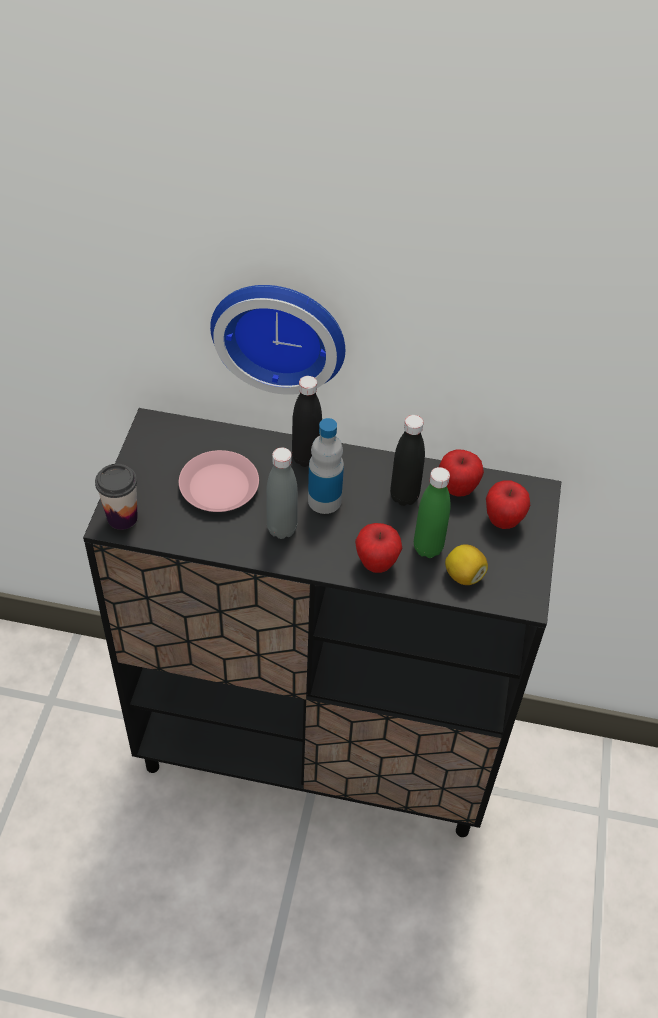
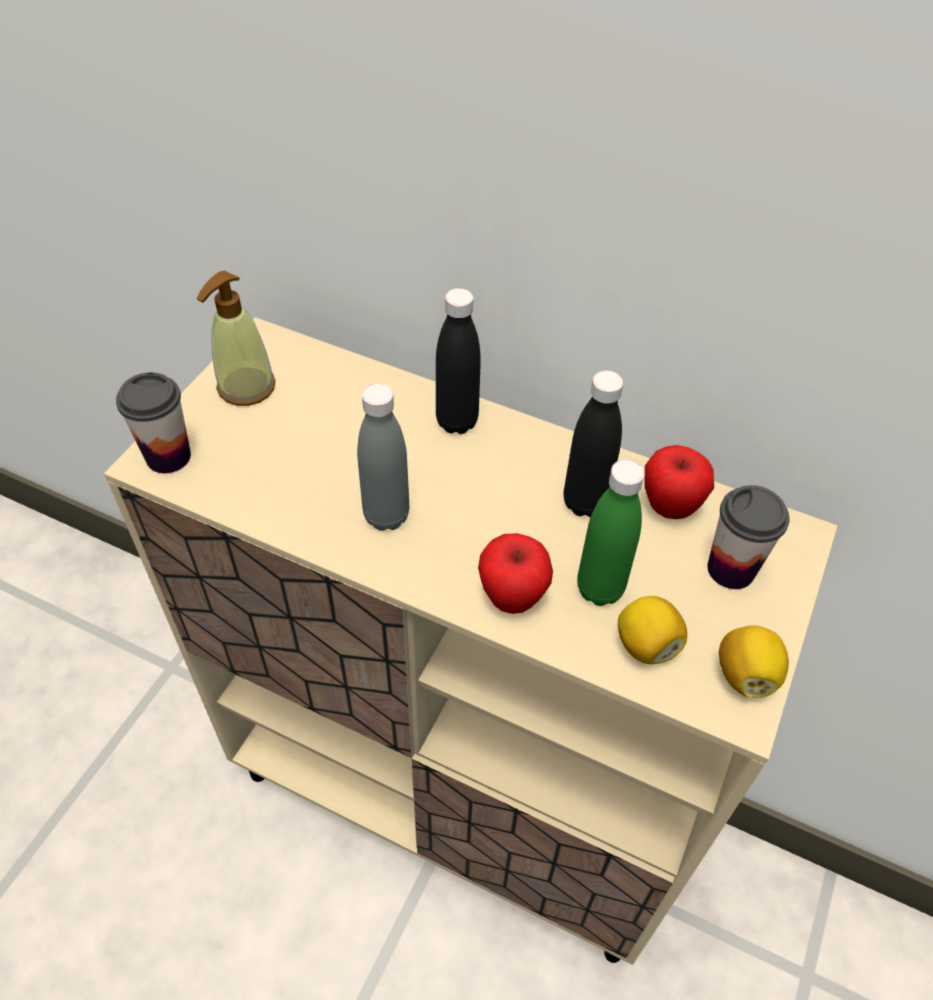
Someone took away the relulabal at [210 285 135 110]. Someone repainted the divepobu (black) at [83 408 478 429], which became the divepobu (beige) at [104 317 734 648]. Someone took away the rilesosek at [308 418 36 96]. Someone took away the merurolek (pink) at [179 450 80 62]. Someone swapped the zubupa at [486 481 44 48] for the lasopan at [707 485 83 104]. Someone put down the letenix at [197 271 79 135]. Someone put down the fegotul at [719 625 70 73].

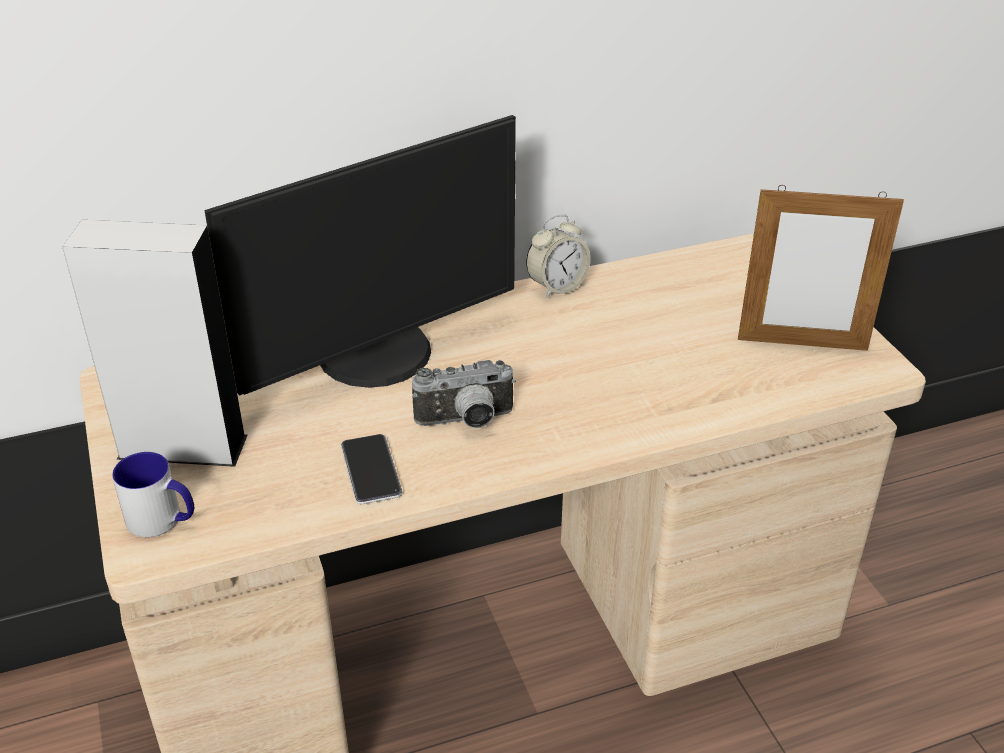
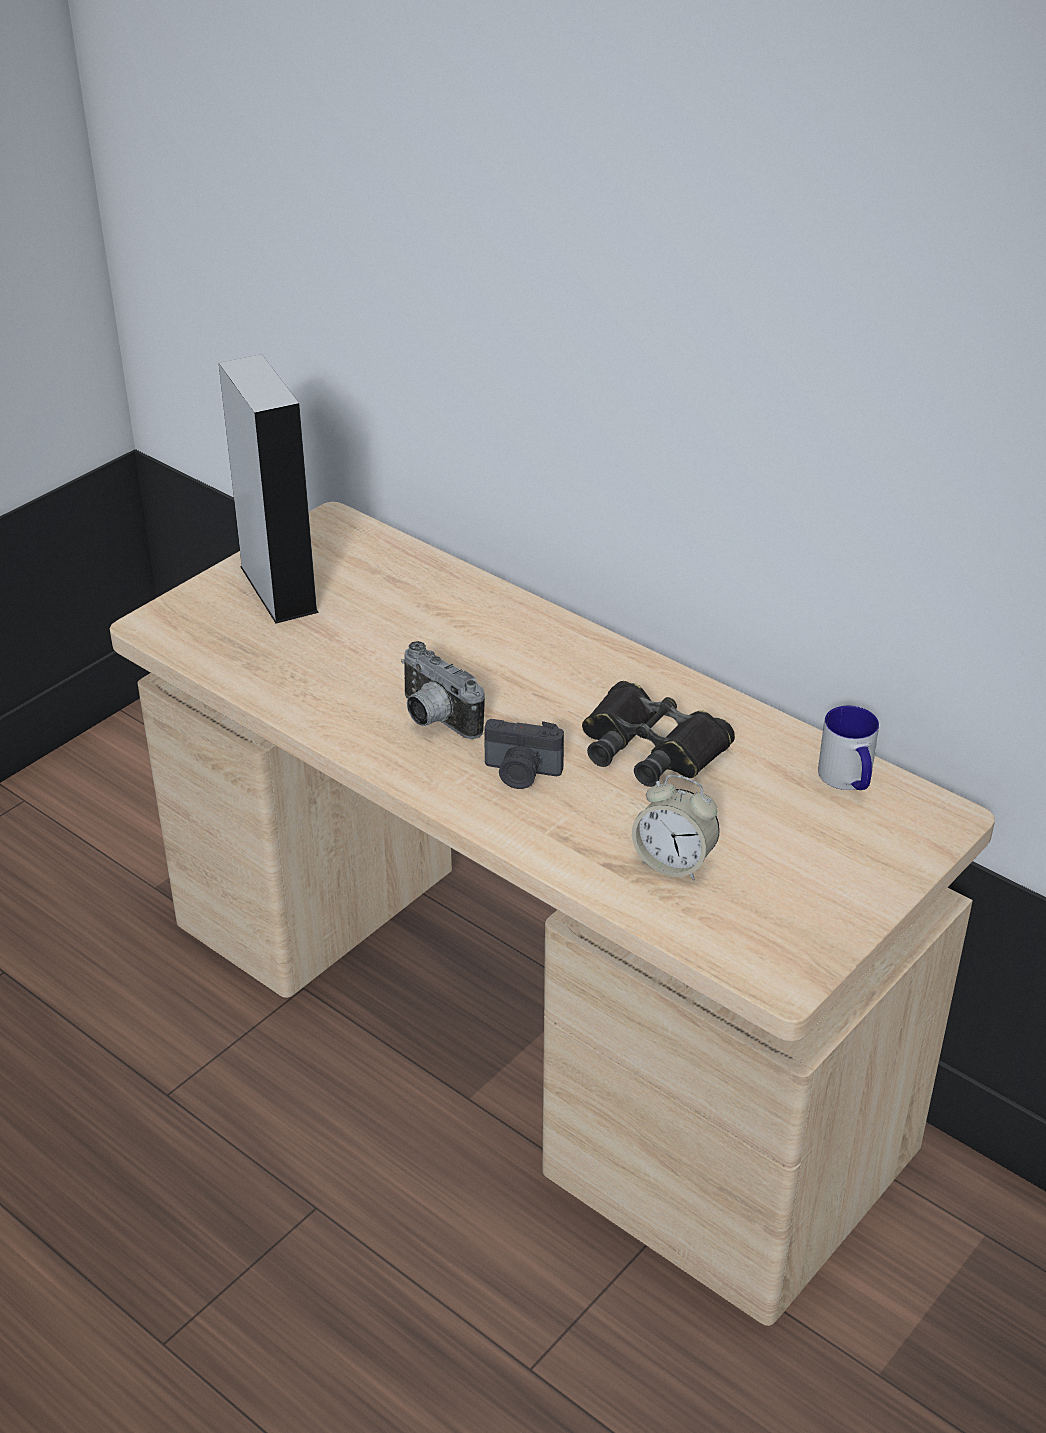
Someone took away the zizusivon at [205 115 311 280]. Someone took away the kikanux at [738 185 166 166]. Someone carried the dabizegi from [526 215 65 83] to [632 775 88 105]. Someone took away the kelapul at [341 434 61 70]. Someone carried the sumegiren from [112 452 82 85] to [818 706 61 84]. Someone put down the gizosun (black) at [582 681 153 106]. Someone put down the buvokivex at [484 719 80 70].

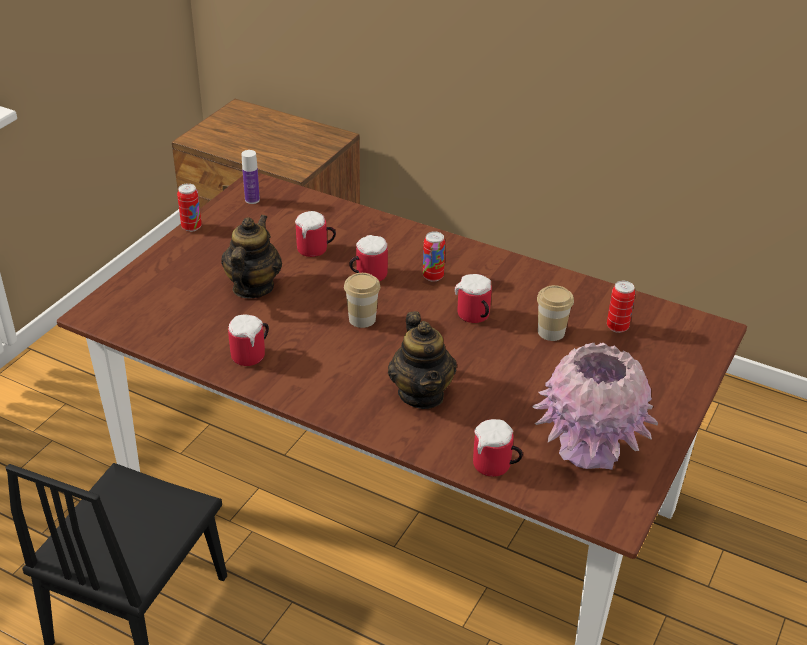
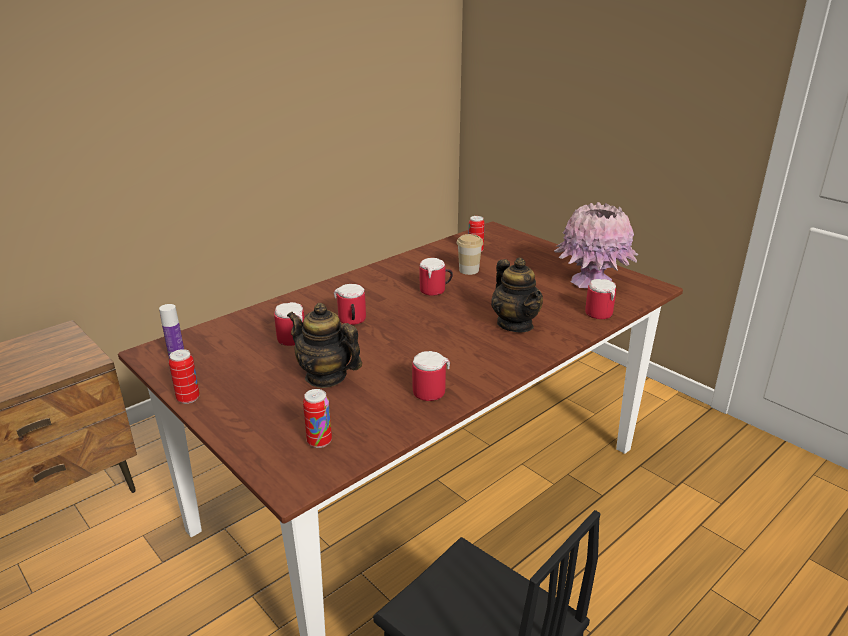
Someone carried the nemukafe from [423 231 22 51] to [303 389 29 59]. Someone took away the lasopan at [344 273 36 55]. Someone rotated the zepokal at [388 311 69 98] by 60 degrees clockwise.

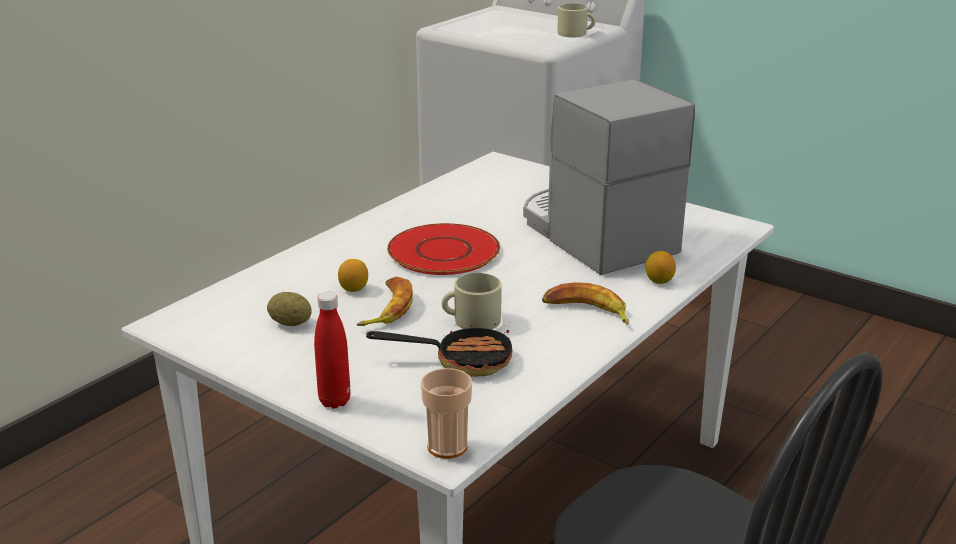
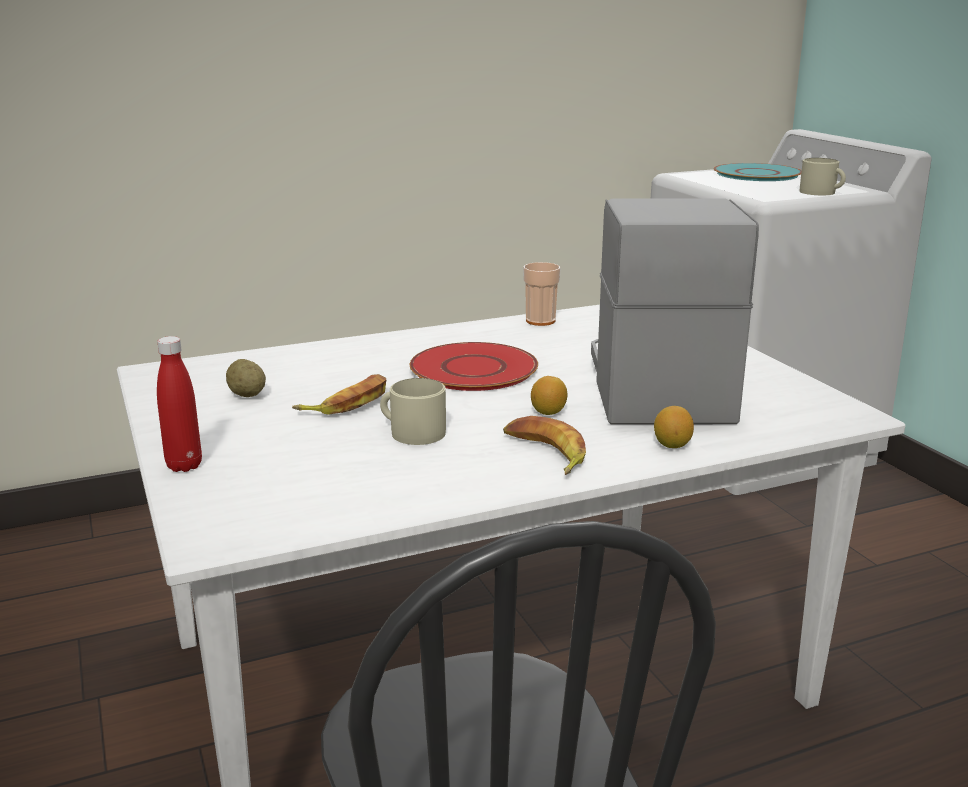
Someone carried the fegotul from [338 259 30 33] to [531 376 36 39]. Someone took away the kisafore at [366 323 147 54]. Someone carried the lasopan from [421 368 51 91] to [523 262 38 64]. Someone put down the merurolek (turquoise) at [713 163 89 18].

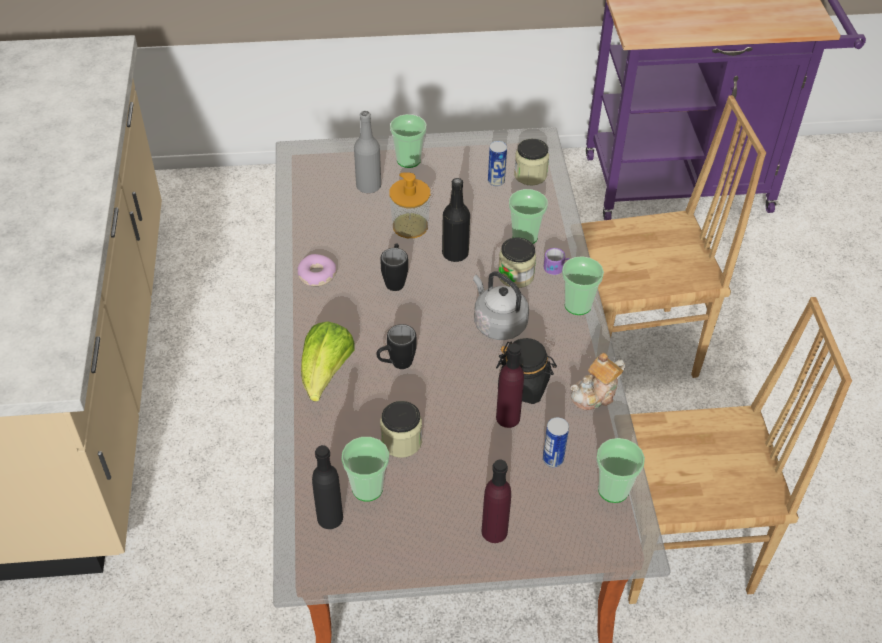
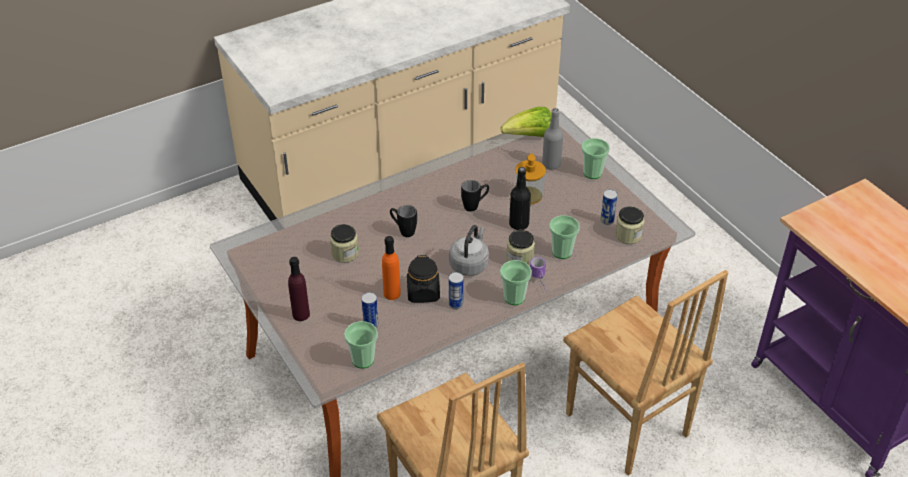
Someone took away the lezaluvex at [297 254 40 33]. Someone carried the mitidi from [301 321 54 81] to [501 107 51 30]. Someone repainted the rilesosek (purple) at [496 343 28 85], which became the rilesosek (orange) at [382 236 19 64]. Someone took away the zepokal at [570 353 55 57]. Someone took away the lasopan at [341 437 48 65]. Someone took away the rilesosek (black) at [312 445 31 84]. Someone put down the nemukafe at [449 272 15 37].

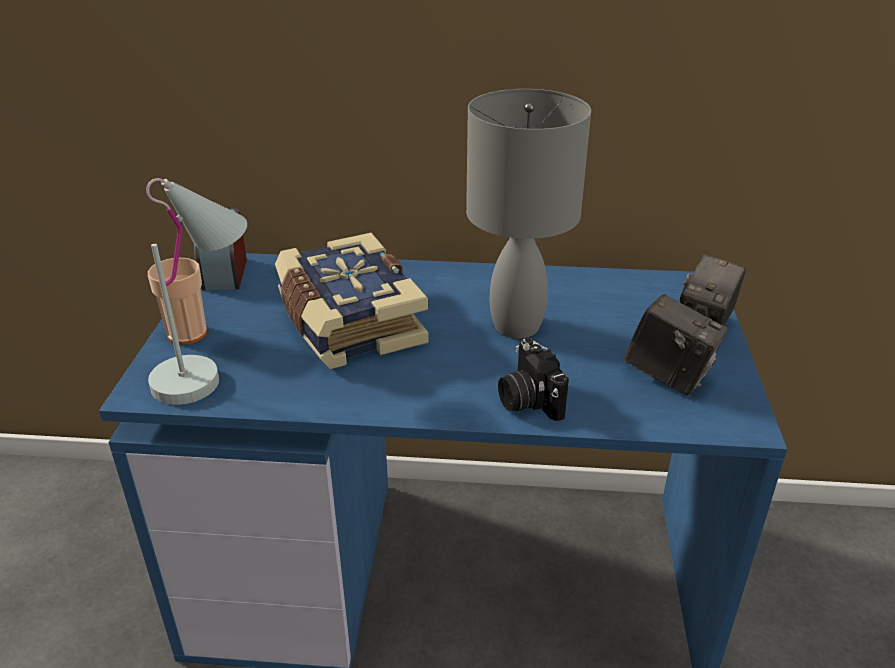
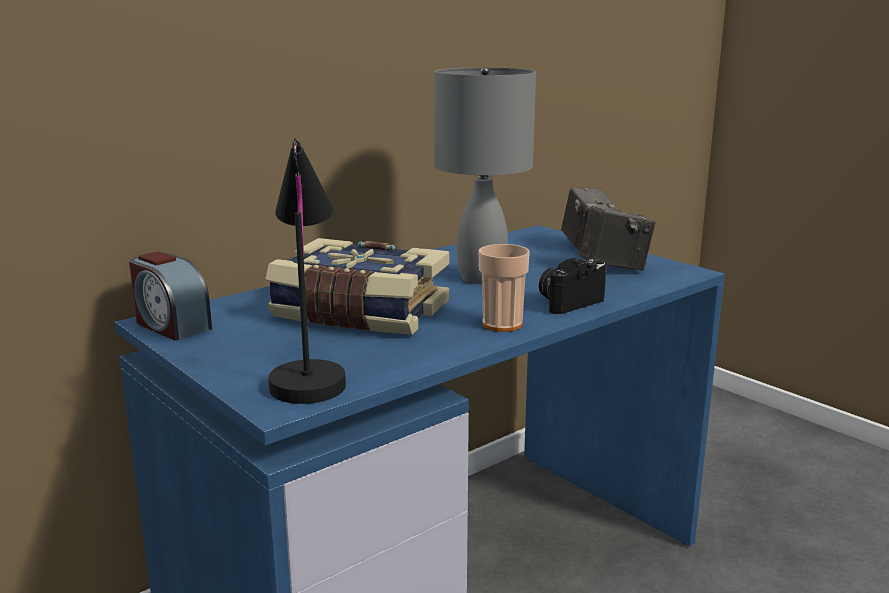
Someone repainted the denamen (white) at [146 178 101 227], which became the denamen (black) at [269 138 77 266]. Someone carried the lasopan from [148 258 59 87] to [479 244 51 88]. Someone rotated the buvokivex at [498 337 71 84] by 120 degrees clockwise.

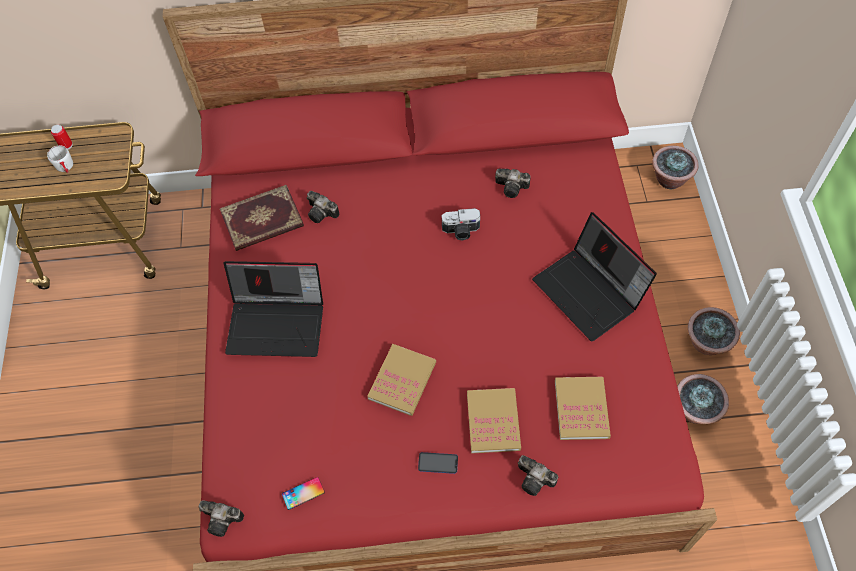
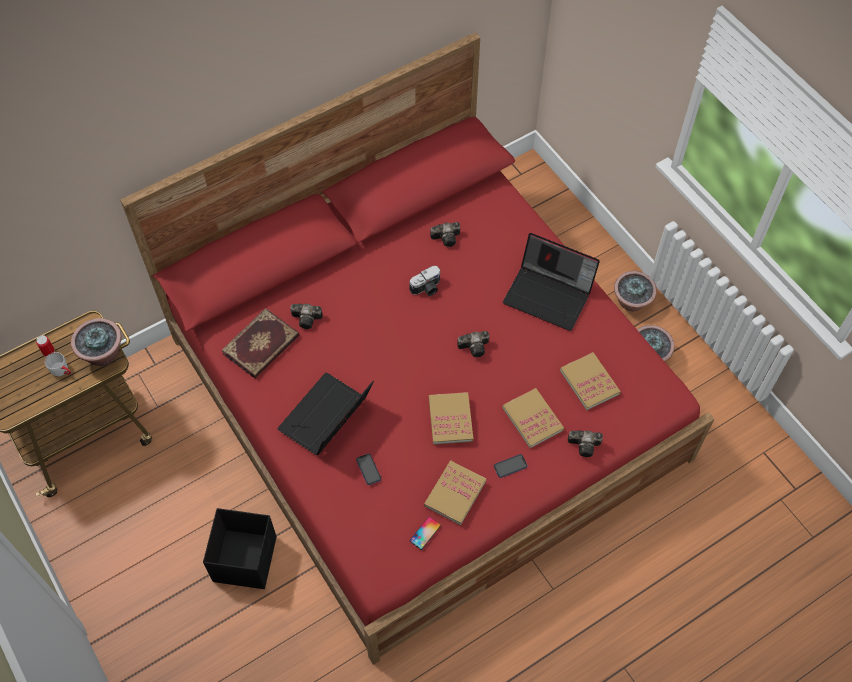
Someone carried the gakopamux from [652 146 47 43] to [71 318 51 48]. Someone rotated the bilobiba at [223 261 100 96] by 150 degrees clockwise. Someone carried the buvokivex from [199 500 45 37] to [457 331 32 26]. Someone put down the kelapul at [356 454 25 31]. Someone put down the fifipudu at [424 461 62 64]. Someone put down the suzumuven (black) at [203 508 74 81].

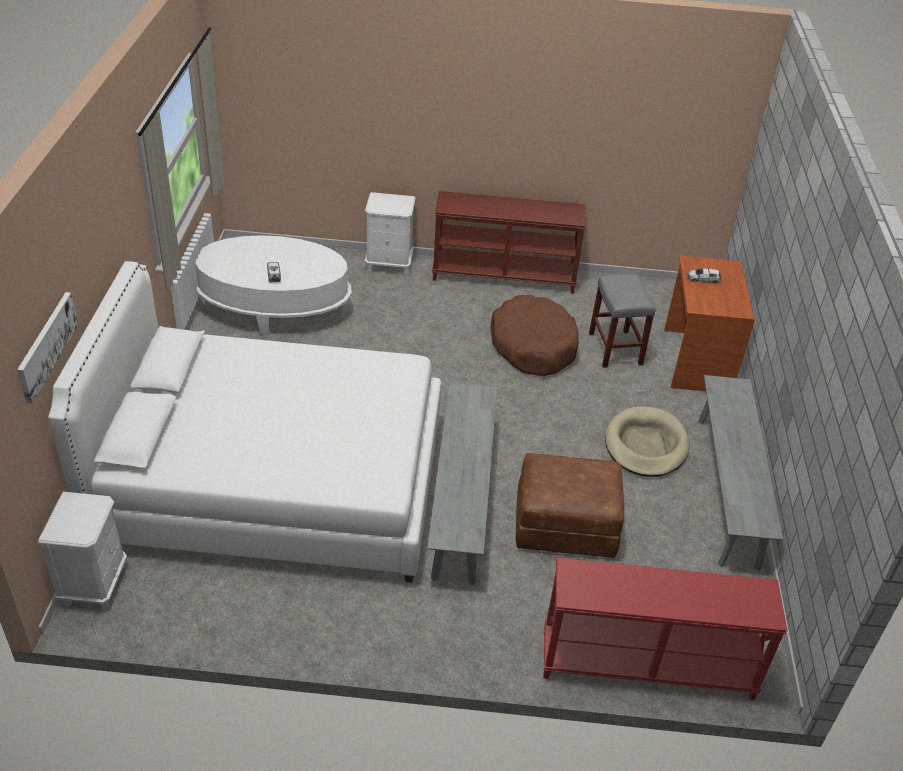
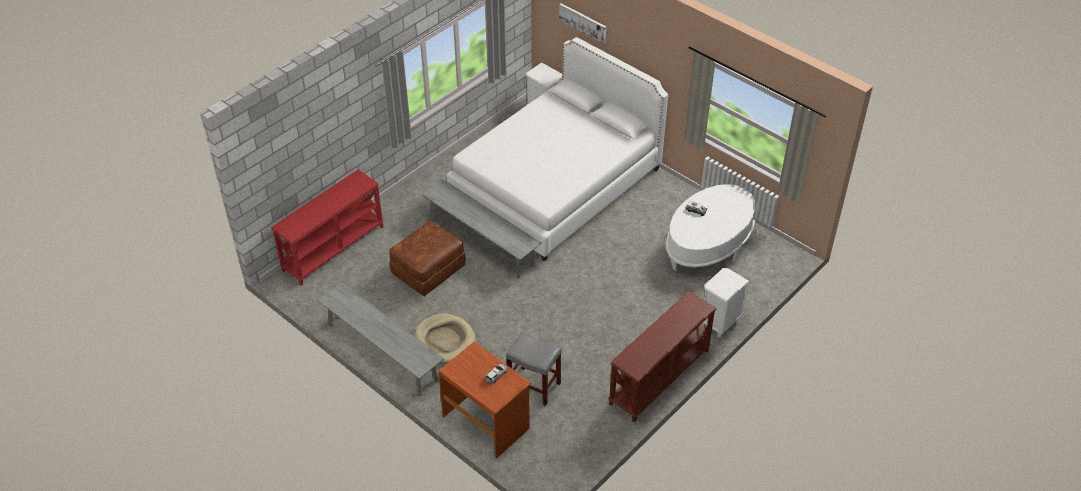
Someone took away the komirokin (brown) at [490 295 89 81].

